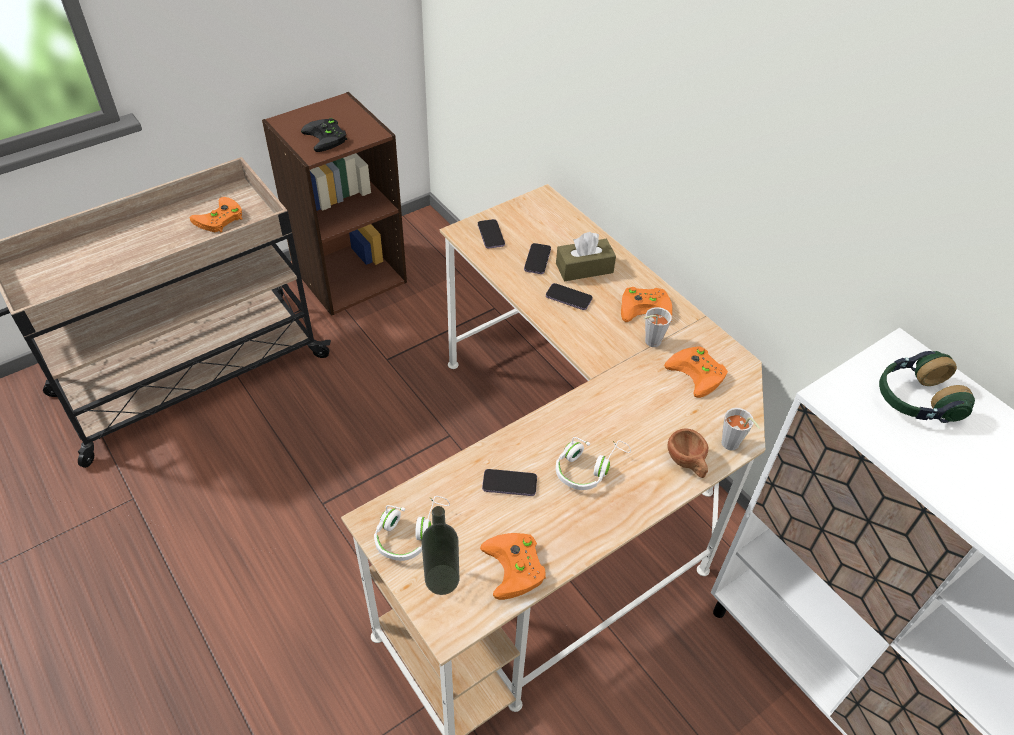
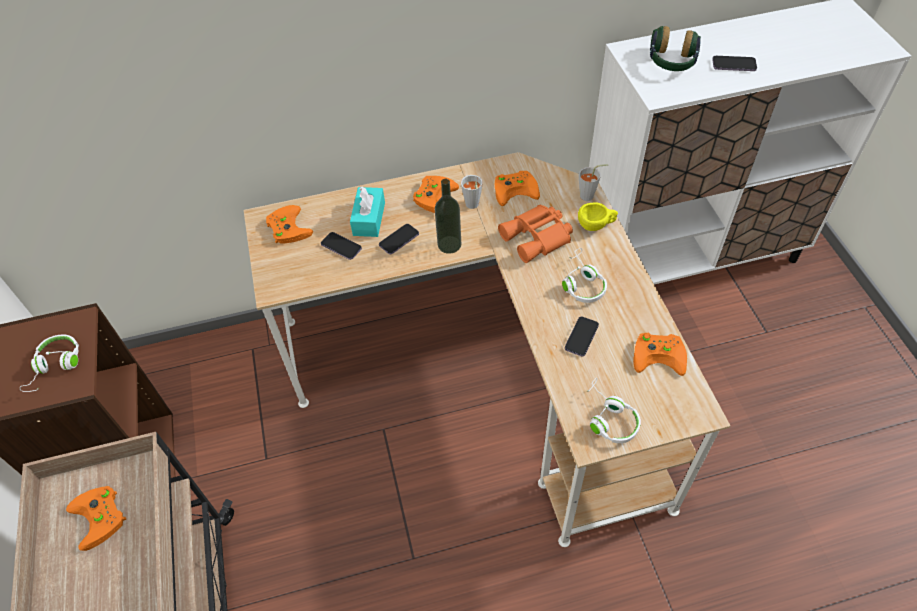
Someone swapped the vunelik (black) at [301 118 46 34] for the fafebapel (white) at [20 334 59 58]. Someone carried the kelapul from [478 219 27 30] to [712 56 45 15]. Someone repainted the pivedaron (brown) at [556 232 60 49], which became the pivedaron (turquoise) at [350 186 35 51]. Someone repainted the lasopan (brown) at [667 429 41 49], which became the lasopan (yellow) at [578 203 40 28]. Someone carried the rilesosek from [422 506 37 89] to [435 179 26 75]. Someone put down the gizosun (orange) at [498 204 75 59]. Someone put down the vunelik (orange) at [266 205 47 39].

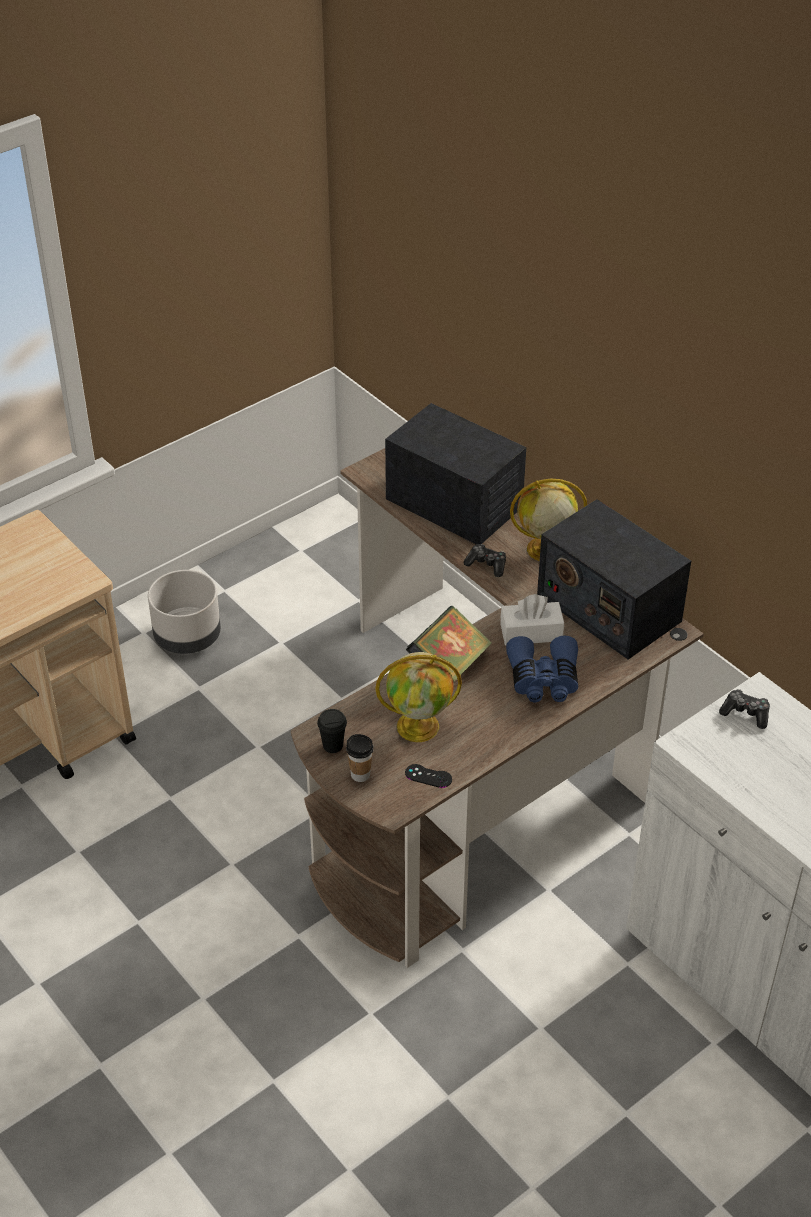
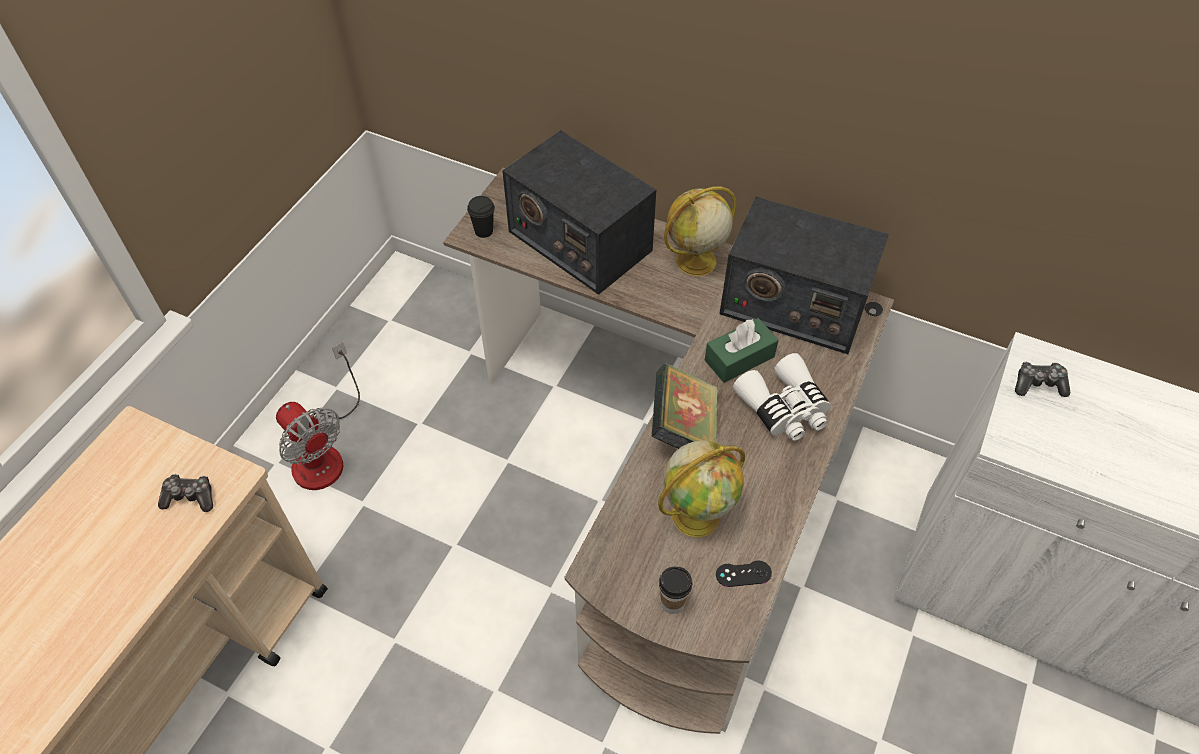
Someone rotated the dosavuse at [385 403 141 142] by 150 degrees counterclockwise. Someone carried the vunelik from [464 544 42 33] to [158 474 55 38]. Someone swapped the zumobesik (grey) at [148 570 73 84] for the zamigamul at [276 341 84 149]. Someone repainted the pivedaron (white) at [500 594 64 51], which became the pivedaron (green) at [705 318 74 65]. Someone repainted the gizosun (blue) at [506 636 72 66], which became the gizosun (white) at [733 353 98 88]. Someone carried the lasopan (black) from [317 709 30 44] to [467 196 28 42].

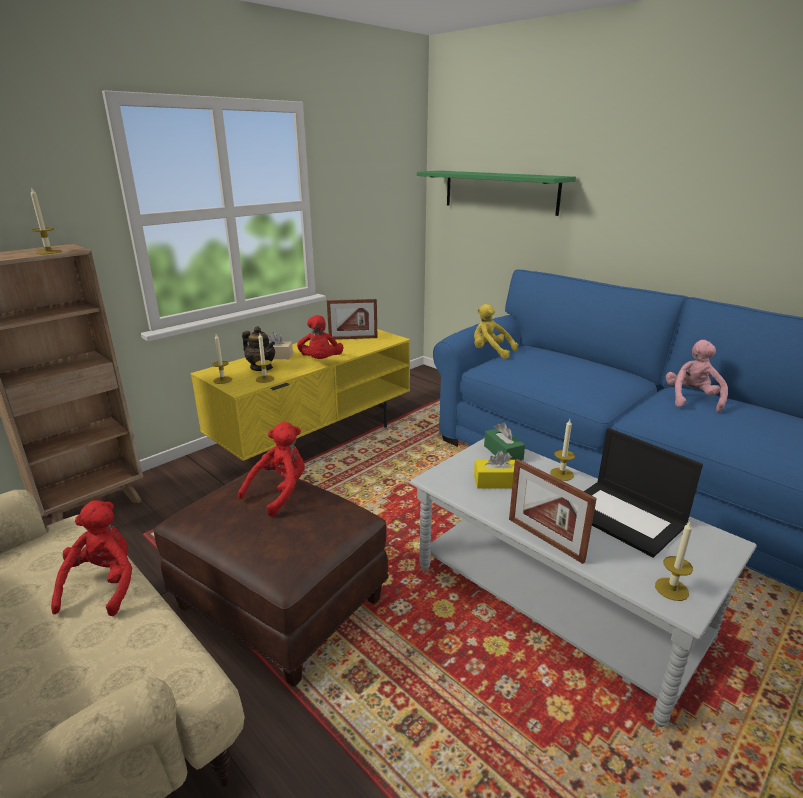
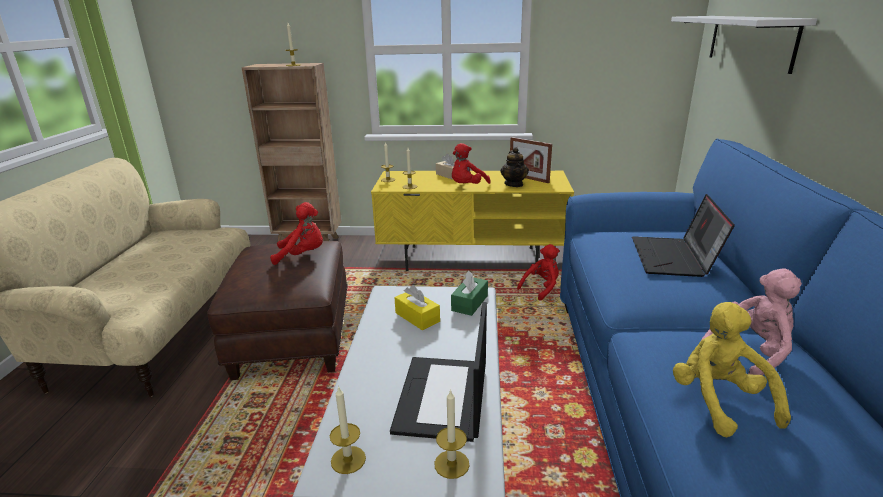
Someone repainted the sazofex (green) at [417 171 159 45], which became the sazofex (white) at [671 16 146 58]. Someone carried the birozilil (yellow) from [474 304 44 55] to [673 302 118 135]. Someone carried the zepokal from [242 326 33 45] to [500 147 29 40]. Someone carried the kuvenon from [550 419 25 62] to [434 389 36 90]. Someone took away the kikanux at [509 459 88 105]. Someone carried the birozilil (red) from [51 500 81 116] to [517 244 42 56]. Someone put down the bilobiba at [632 194 103 83].

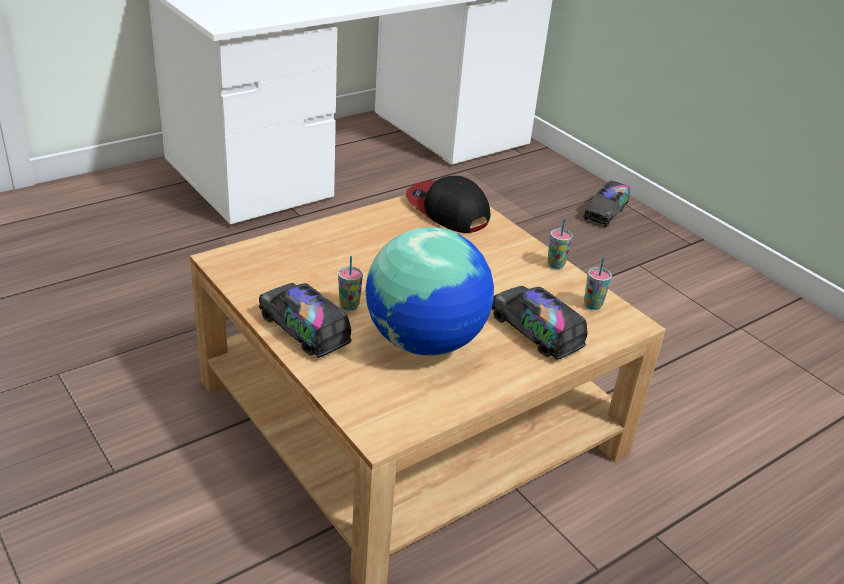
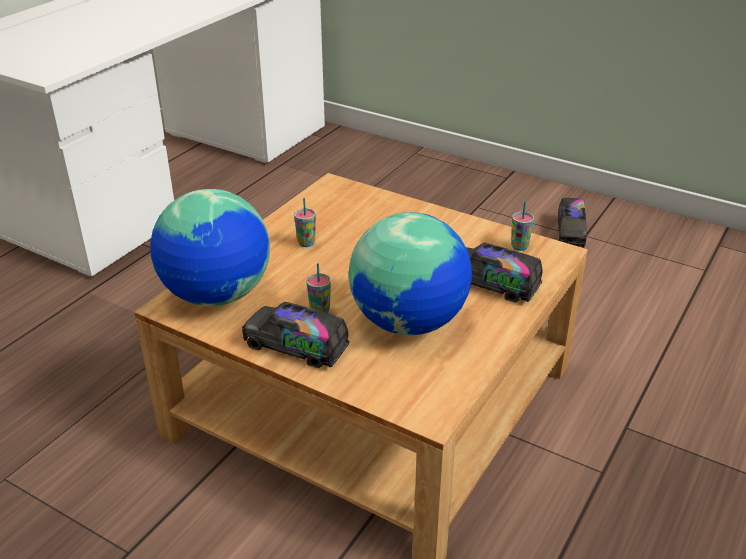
Someone took away the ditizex at [406 176 84 57]. Someone carried the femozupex from [583 181 47 46] to [558 198 29 50]. Someone carried the lasopan from [547 218 26 51] to [294 198 22 49]. Someone put down the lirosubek at [150 189 120 117].

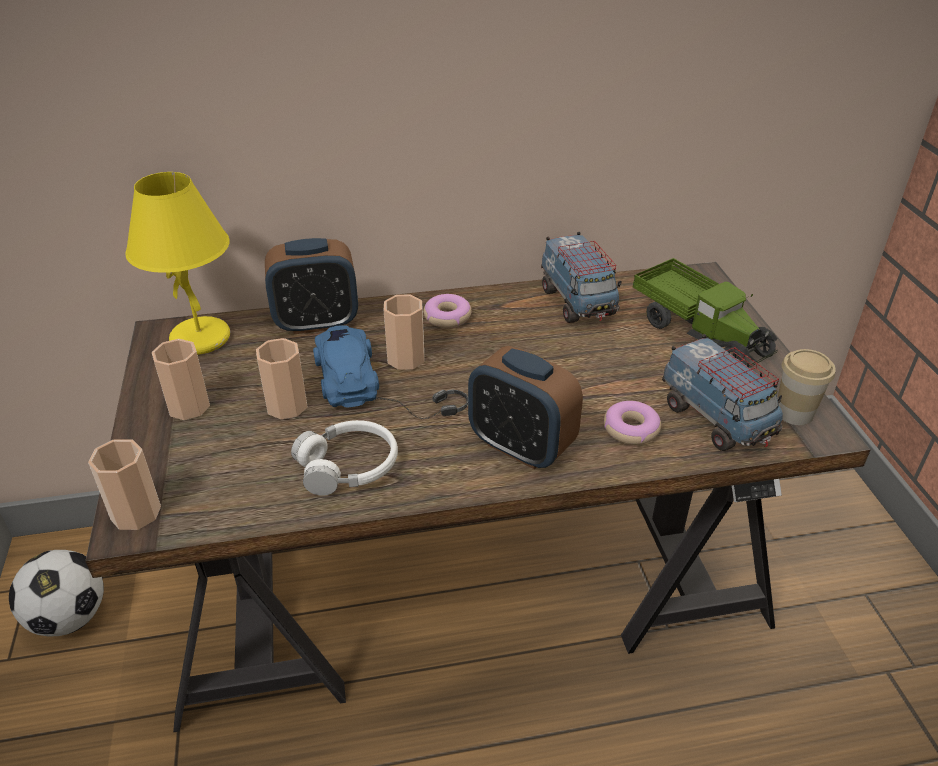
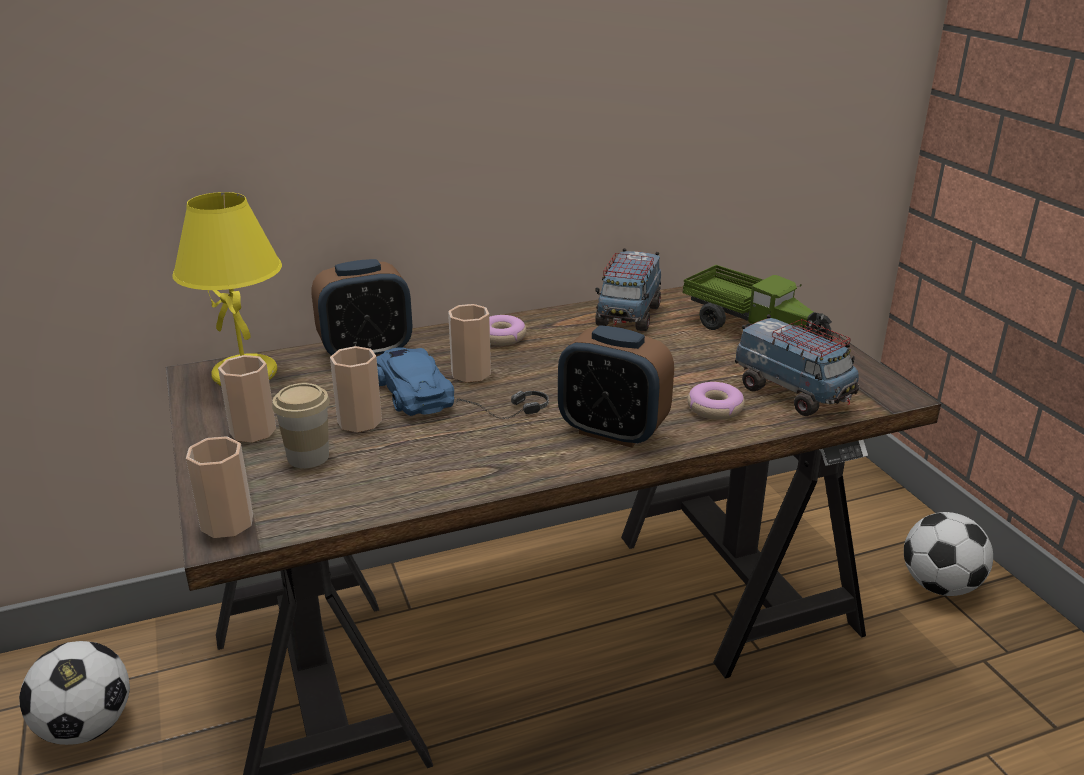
Someone rotated the femozupex at [541 232 80 91] by 45 degrees clockwise. Someone carried the lasopan from [777 349 59 76] to [272 383 58 85]. Someone took away the fafebapel (white) at [291 420 107 76]. Someone put down the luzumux at [904 512 89 84].

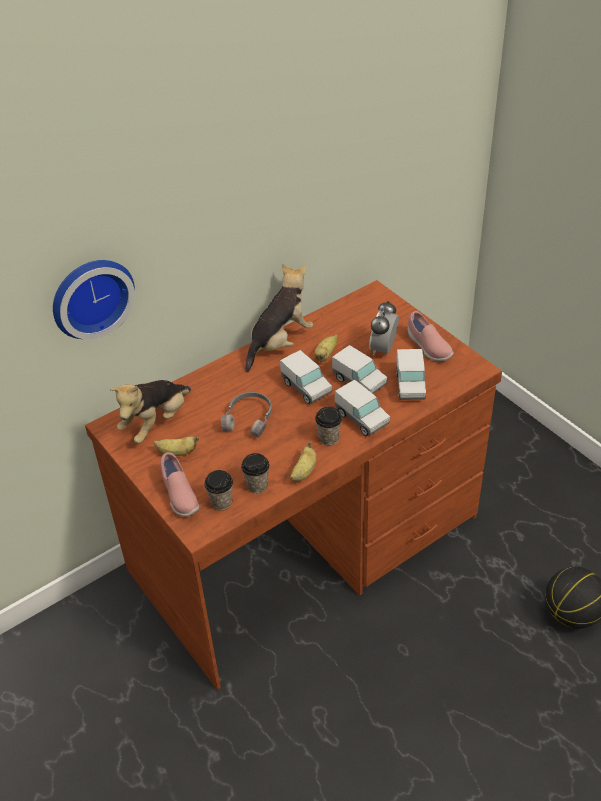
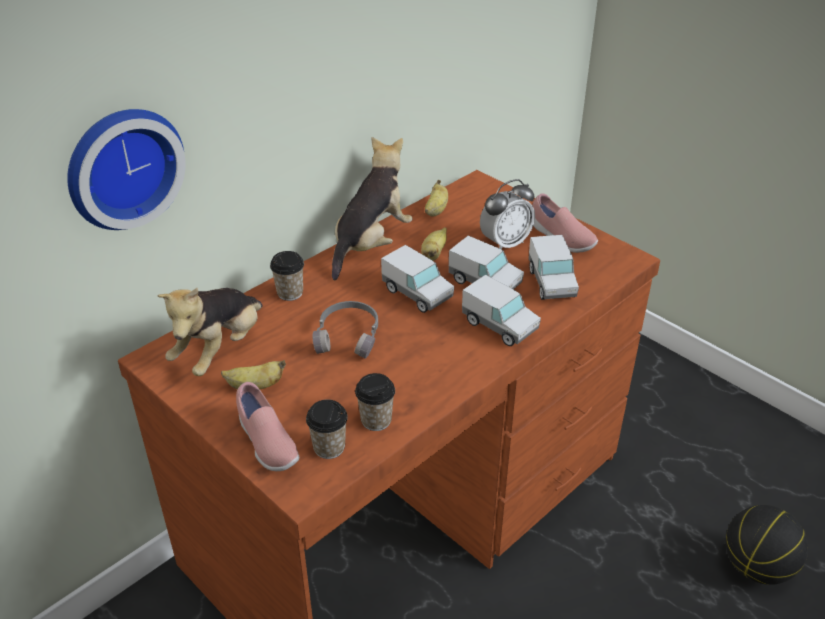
Someone rotated the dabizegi at [369 301 30 54] by 135 degrees counterclockwise. Someone carried the lasopan from [315 407 27 38] to [270 251 34 50]. Someone carried the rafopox from [290 442 27 39] to [425 180 23 36].

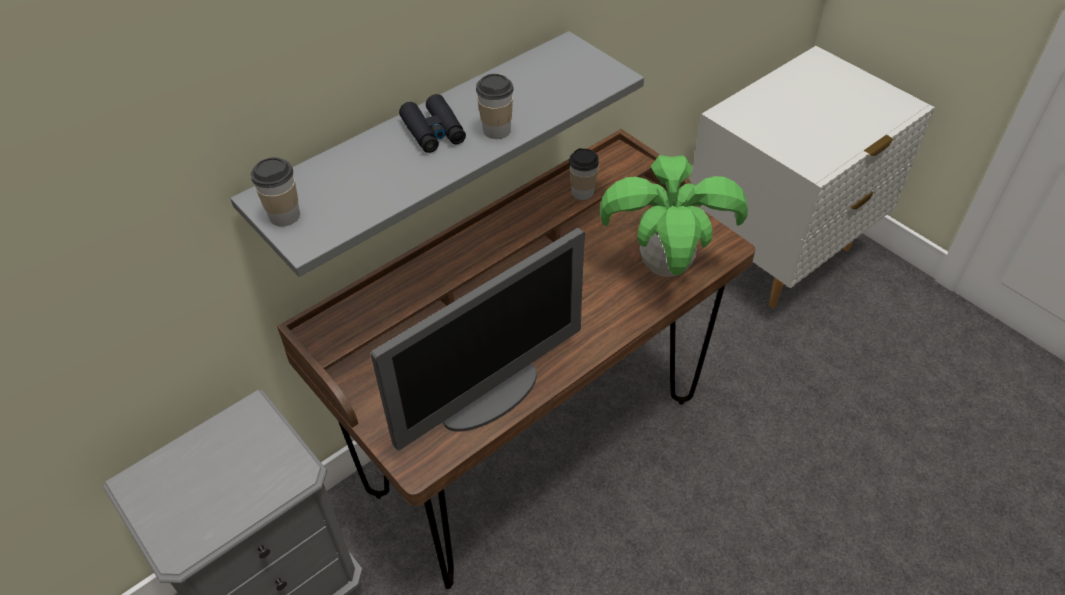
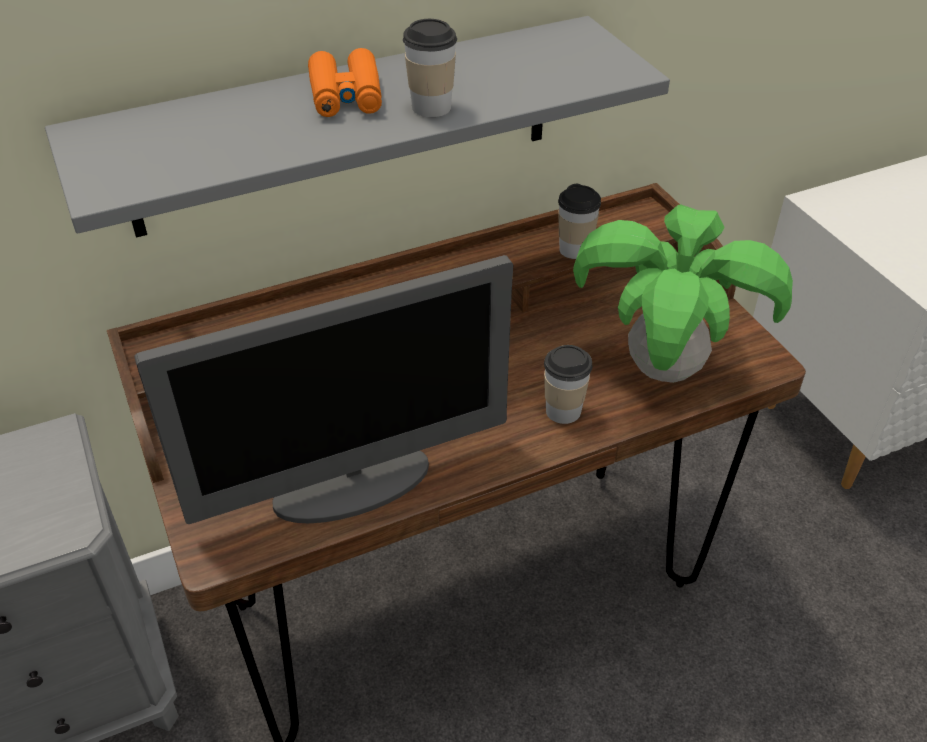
Someone repainted the gizosun (black) at [399 94 67 59], which became the gizosun (orange) at [308 48 74 69]. Someone carried the lasopan from [251 157 49 69] to [544 345 48 79].

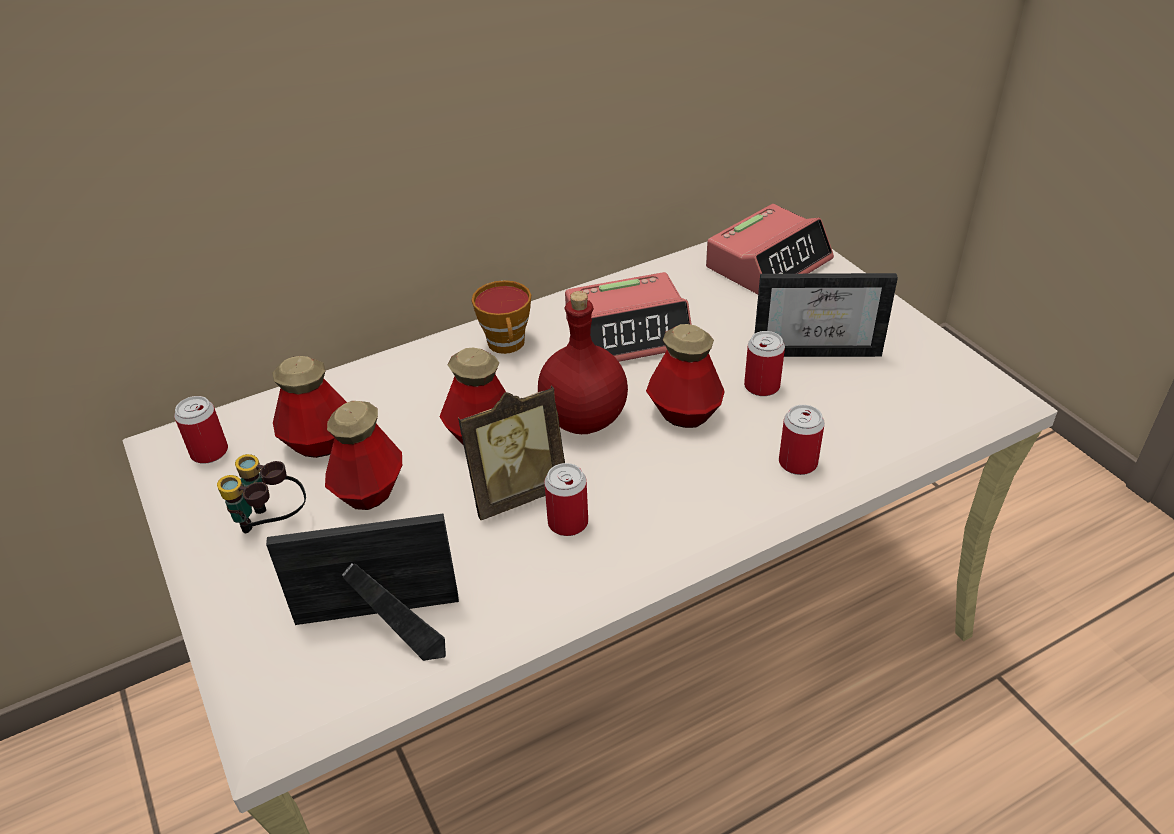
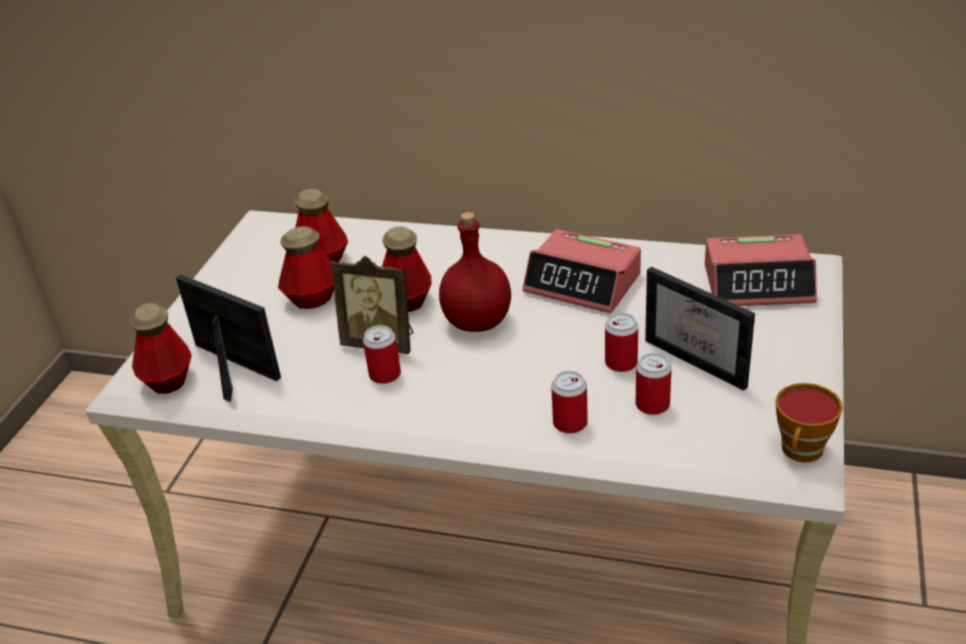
Someone carried the lasopan from [471 280 60 74] to [775 383 68 80]. Someone carried the rilesosek from [646 324 79 104] to [130 303 62 91]. Someone carried the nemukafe from [174 396 54 68] to [636 353 36 62]. Someone took away the gizosun at [217 454 89 79].

